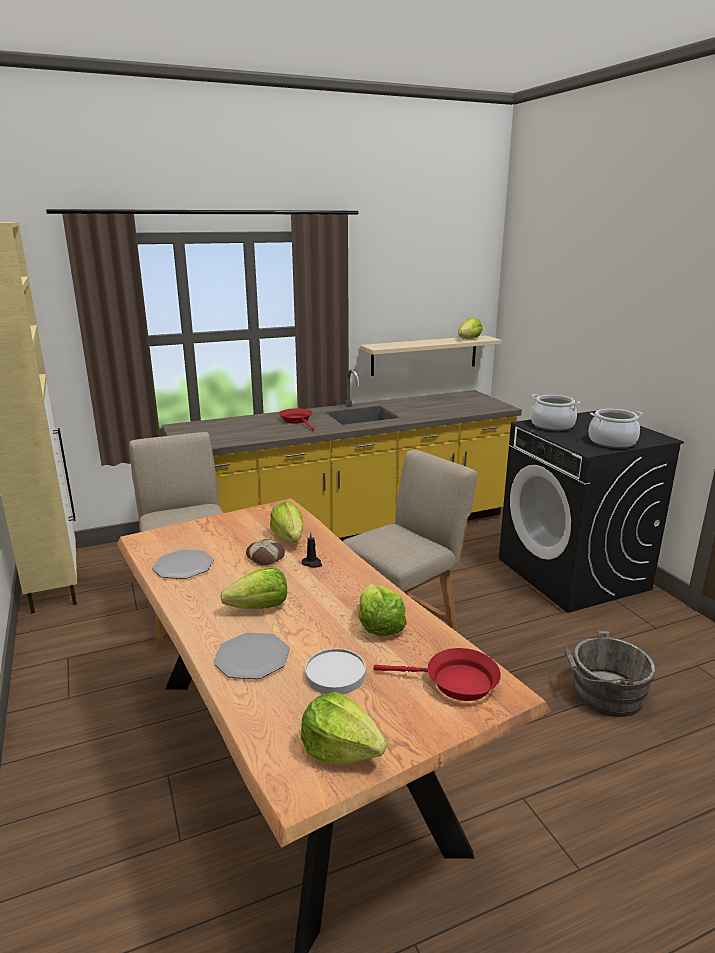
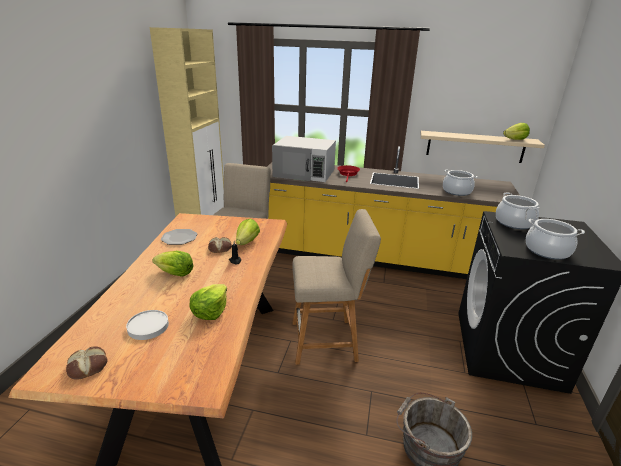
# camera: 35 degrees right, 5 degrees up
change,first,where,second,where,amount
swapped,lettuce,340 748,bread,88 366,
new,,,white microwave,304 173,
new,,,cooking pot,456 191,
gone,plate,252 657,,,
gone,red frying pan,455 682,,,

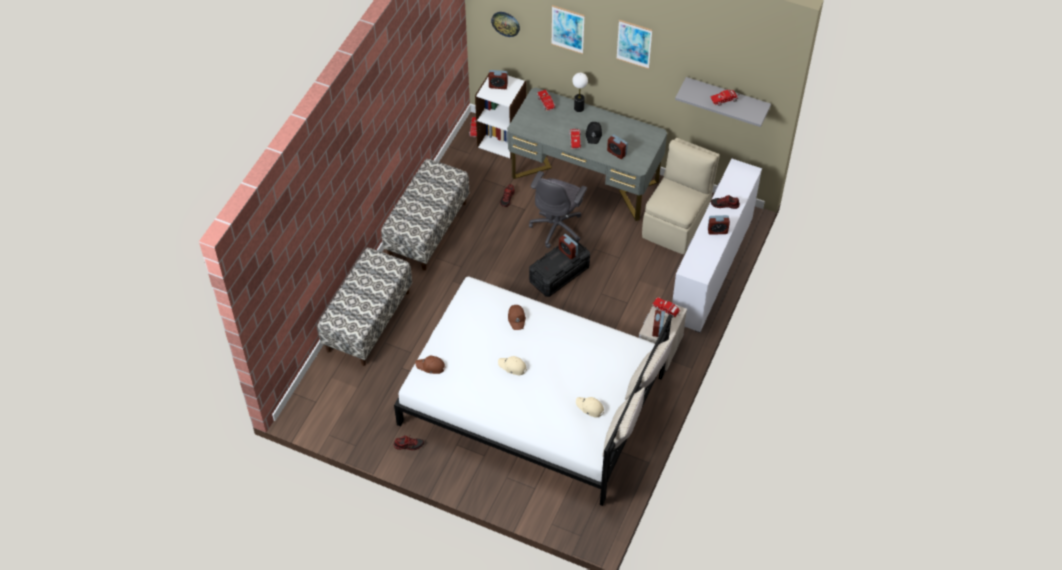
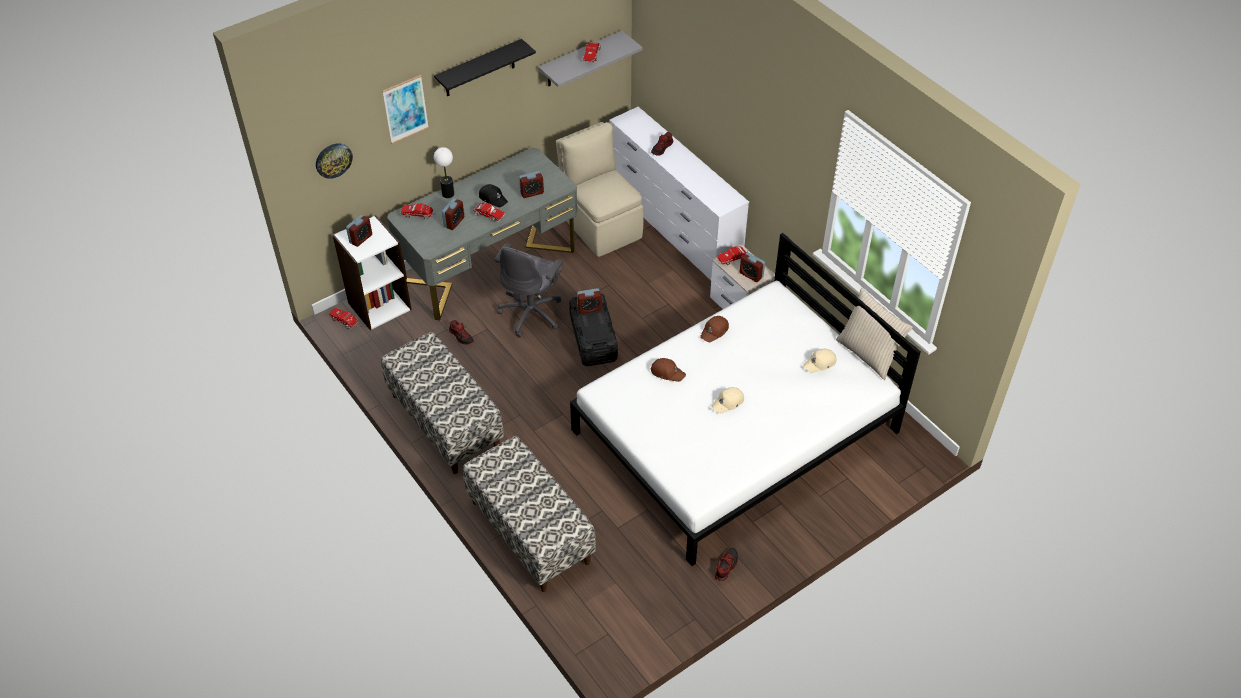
# camera: 60 degrees left, 5 degrees down
change,first,where,second,where,amount
swapped,picture,634 44,black shelf,479 69,
shifted,alarm clock,717 231,,454 222,
rotated,grey office chair,557 227,,532 313,60 degrees clockwise
shifted,brown cap,431 366,,714 331,
gone,beige pillow,647 383,,,

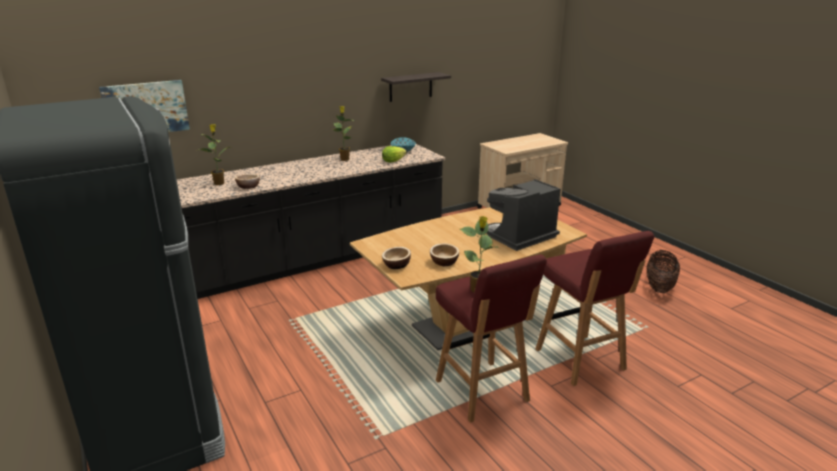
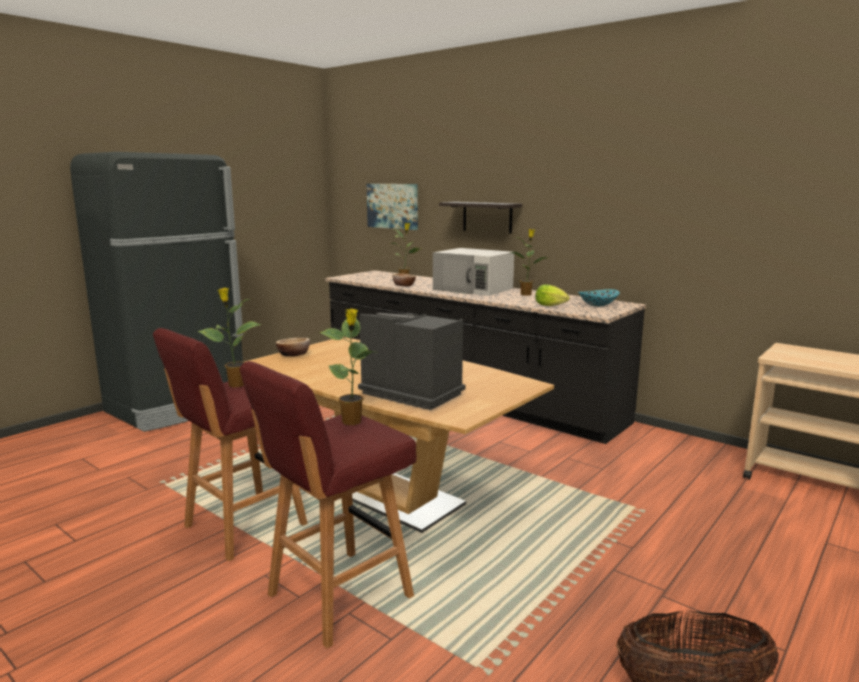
# camera: 70 degrees right, 10 degrees down
change,first,where,second,where,amount
new,,,potted plant,352 422,
new,,,white microwave,473 289,
shifted,shelf,410 87,,487 217,
gone,bowl,444 262,,,

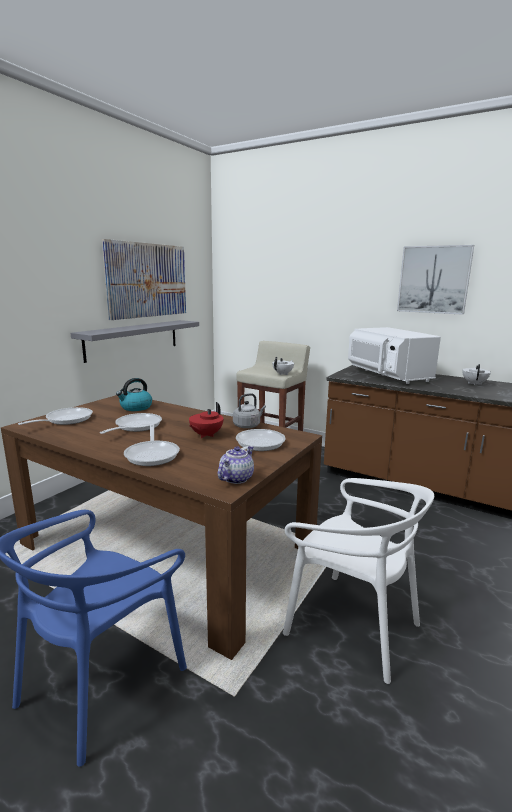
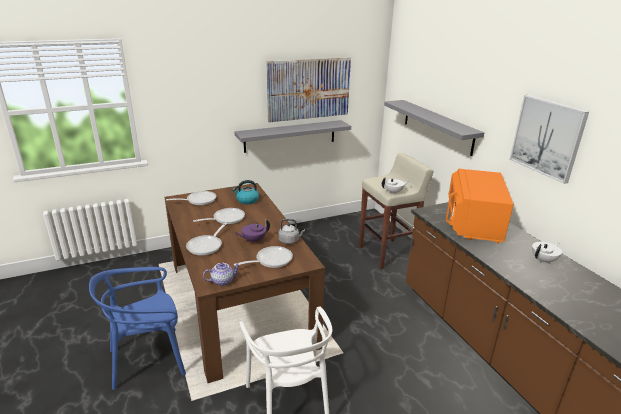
# camera: 35 degrees right, 10 degrees up
change,first,where,second,where,amount
repainted,red teapot,205 435,purple teapot,253 240,
new,,,grey shelf,437 126,
repainted,white microwave,388 375,orange microwave,472 223,

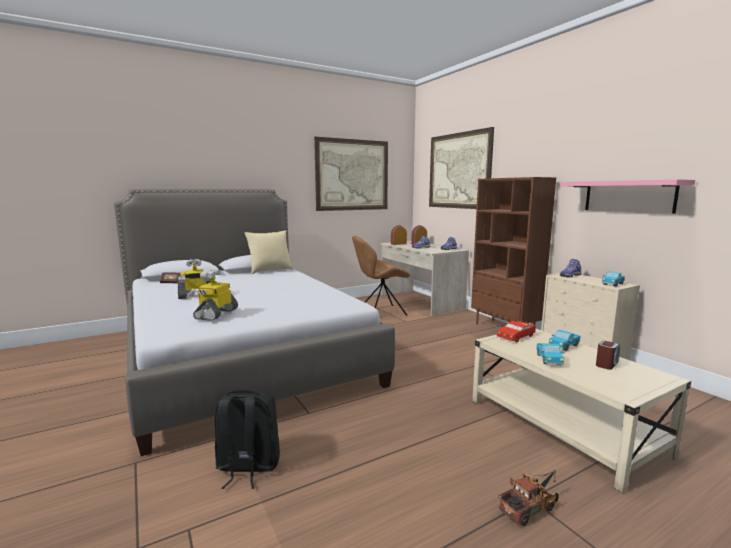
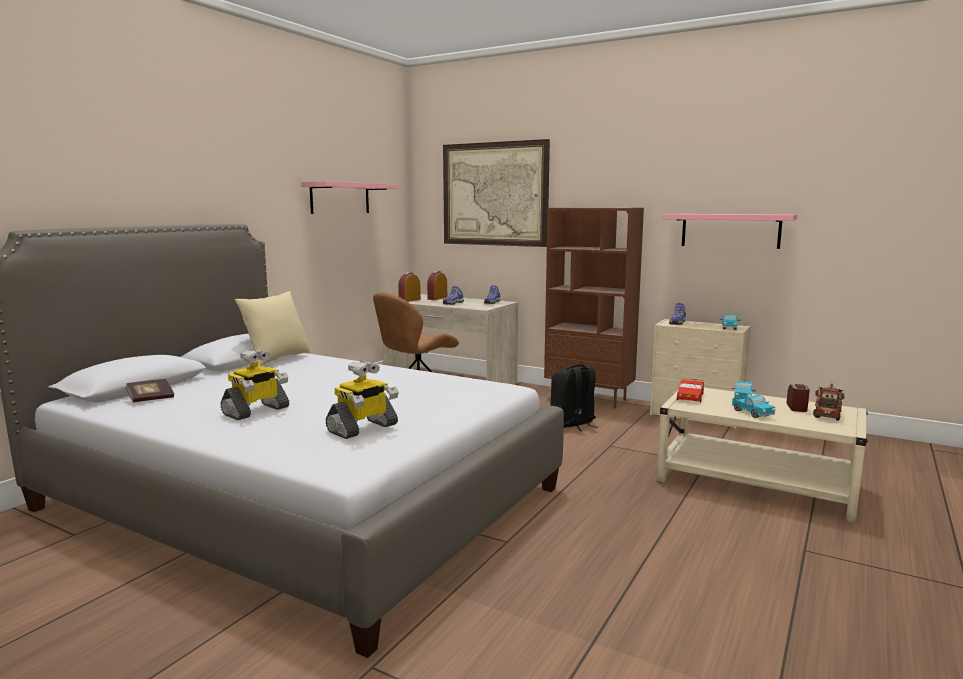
# camera: 30 degrees left, 0 degrees up
change,first,where,second,where,amount
swapped,picture,352 175,pink shelf,340 198,
rotated,toy robot,216 314,,363 428,120 degrees counterclockwise
shifted,black backpack,247 467,,573 424,
shifted,toy truck,531 507,,828 413,

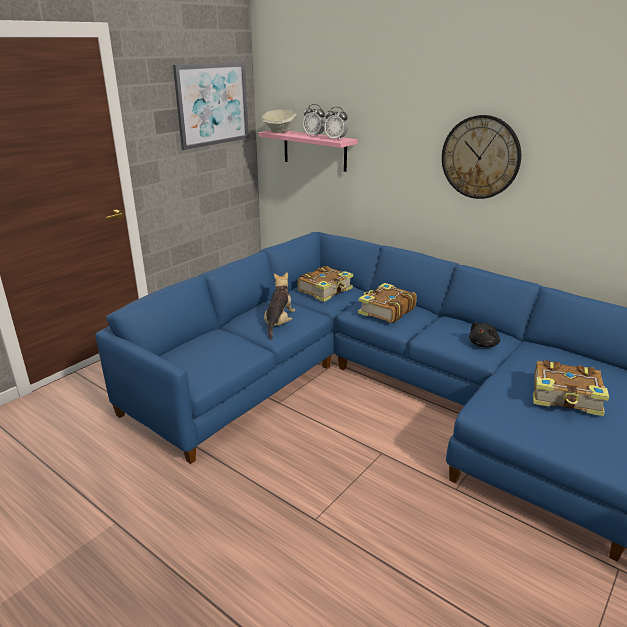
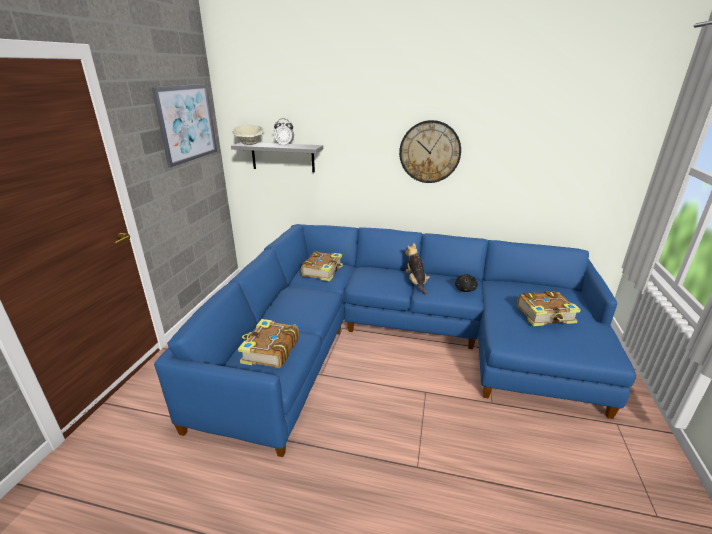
# camera: 25 degrees left, 0 degrees up
change,first,where,second,where,amount
repainted,pink shelf,314 150,grey shelf,282 157,
shifted,book,386 311,,269 351,
shifted,plush toy,279 324,,416 283,
gone,alarm clock,336 139,,,

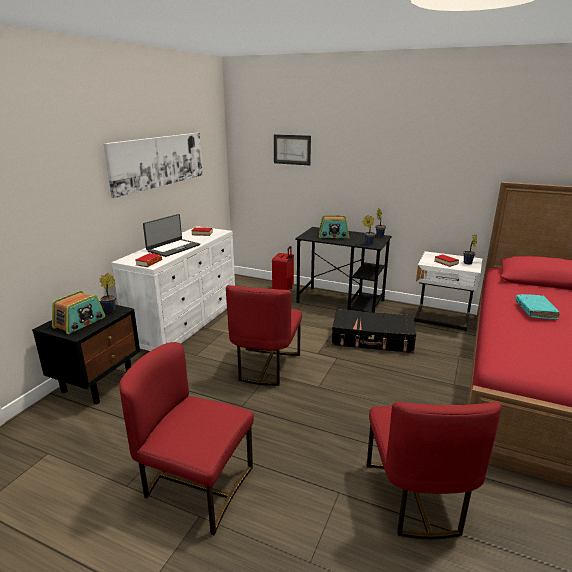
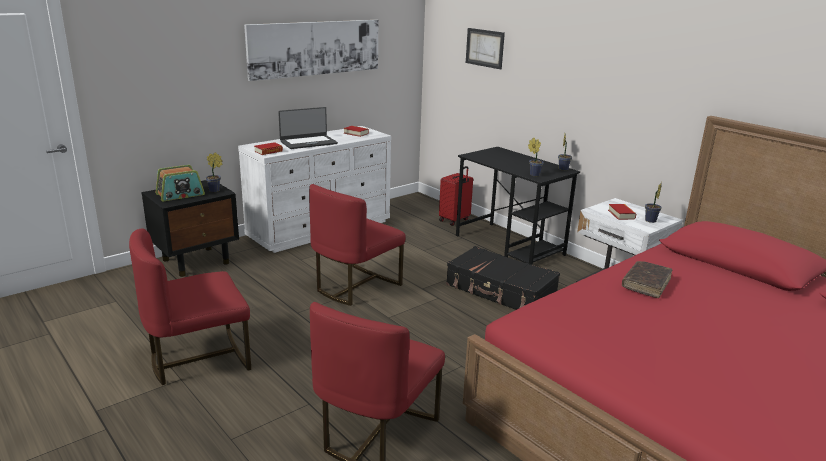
# camera: 25 degrees right, 0 degrees up
change,first,where,second,where,amount
rotated,red chair,196 486,,198 359,75 degrees counterclockwise
repainted,turquoise book,535 311,brown book,646 284,
gone,radio,333 235,,,

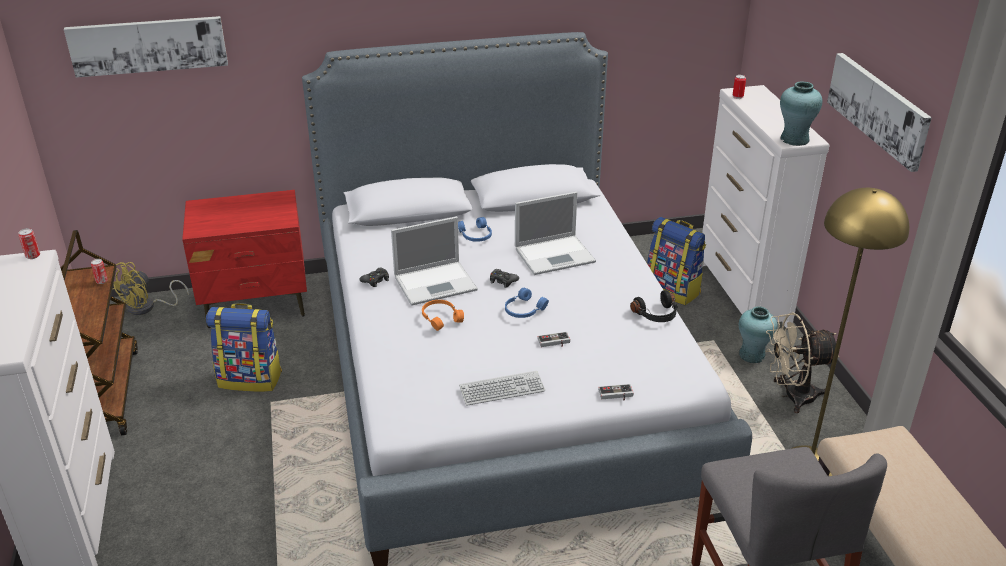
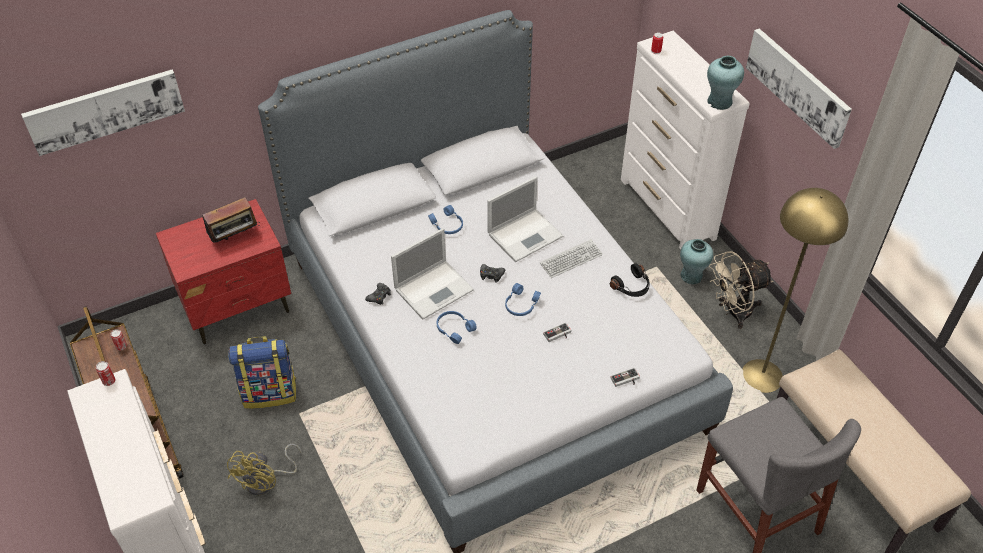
# camera: 15 degrees left, 15 degrees up
change,first,where,second,where,amount
new,,,radio,235 238,
shifted,yellow fan,147 307,,266 481,
repainted,orange headphones,441 318,blue headphones,454 328,
shifted,keyboard,502 389,,571 259,
gone,backpack,673 290,,,

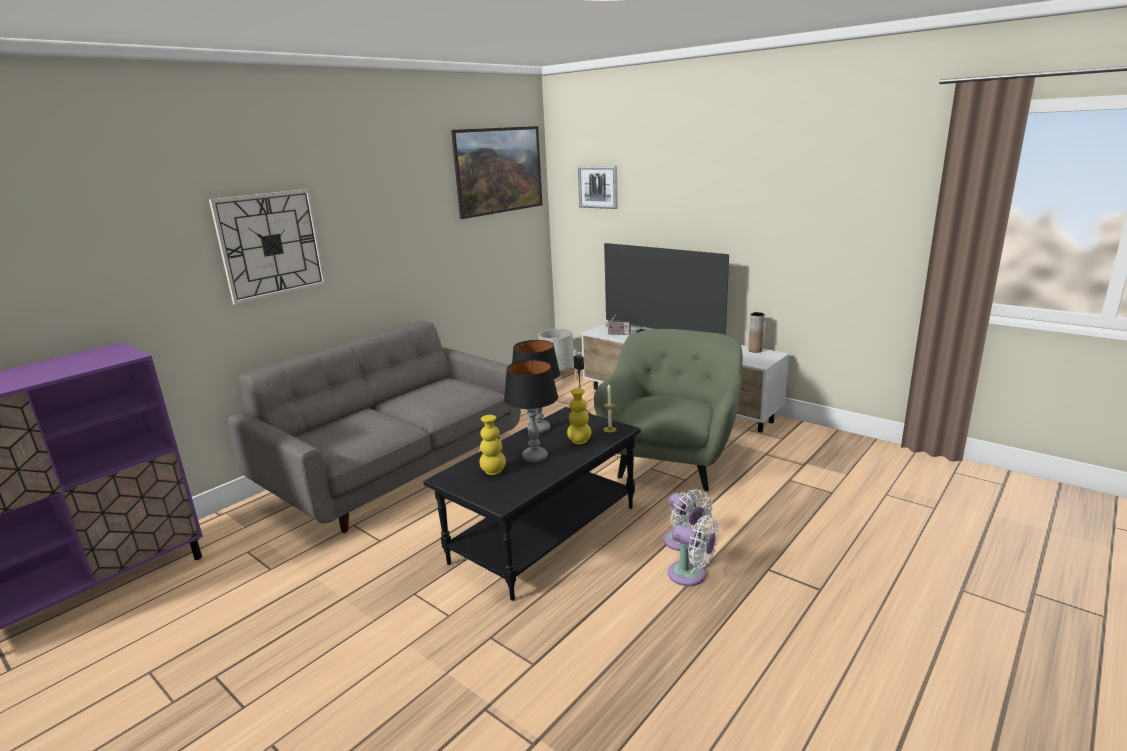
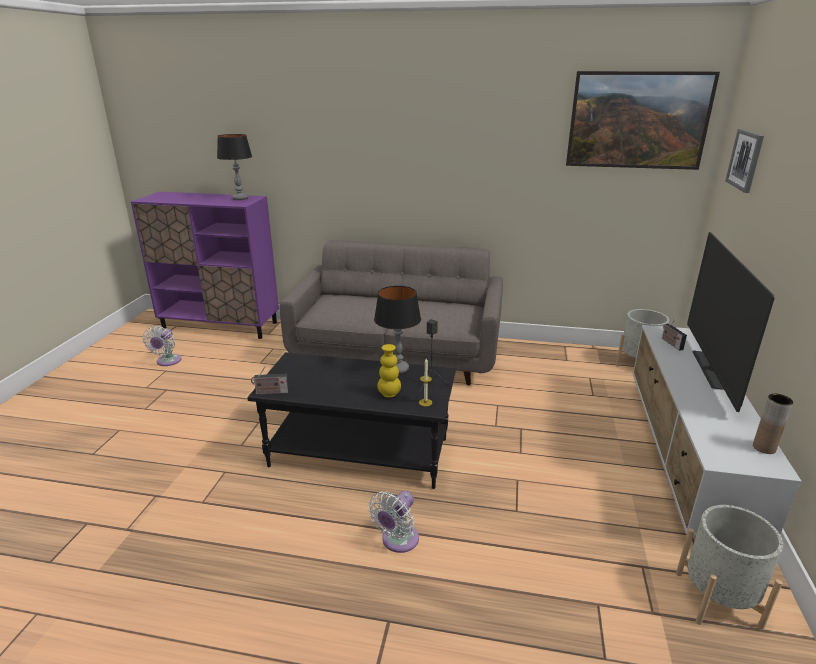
# camera: 60 degrees right, 5 degrees up
change,first,where,second,where,amount
shifted,white fan,691 575,,167 362,
shifted,table lamp,535 457,,240 198,
new,,,radio,270 392,
new,,,grey planter,717 599,
gone,wall clock,271 245,,,
gone,yellow vase,493 471,,,
gone,green armchair,672 461,,,

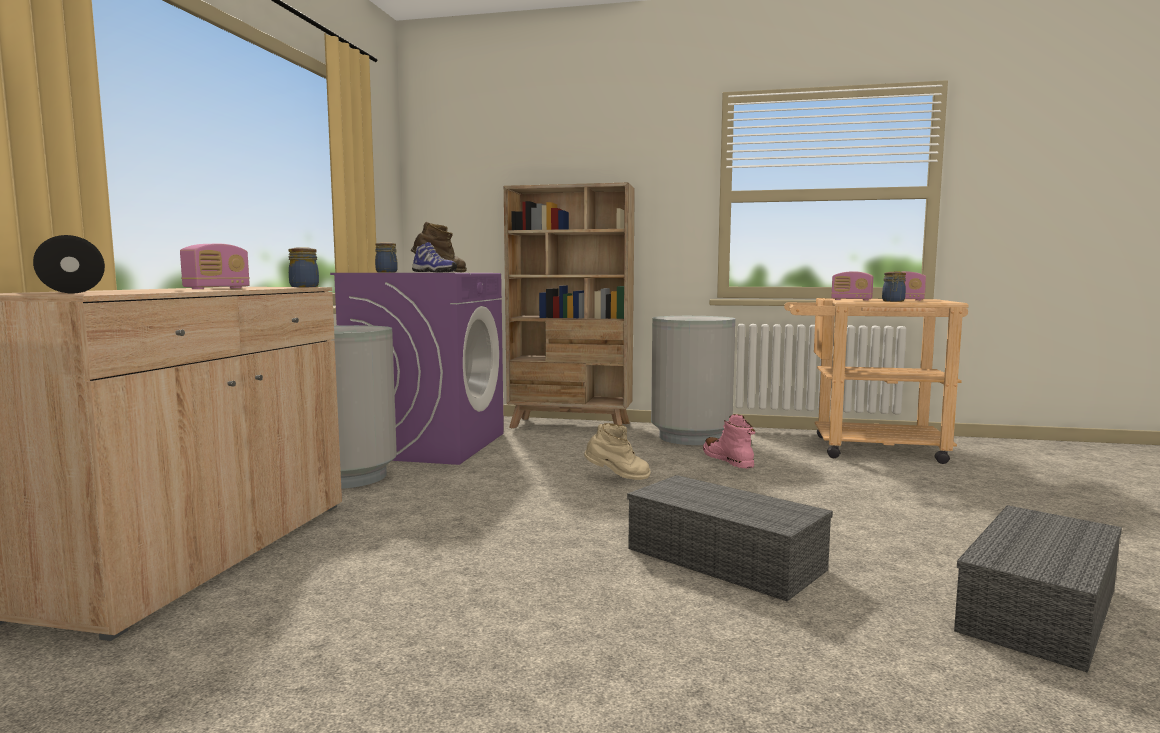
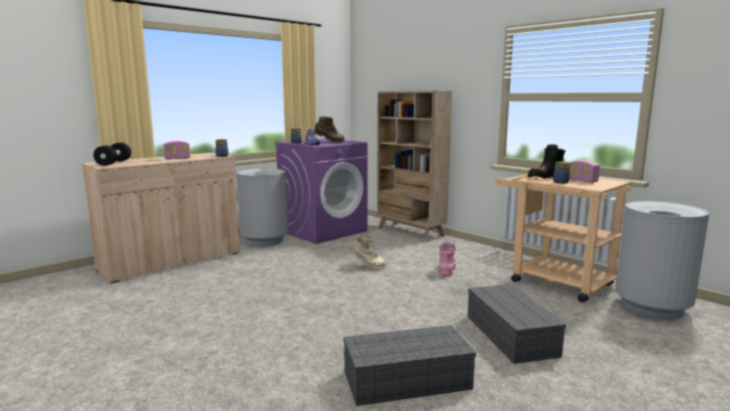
# camera: 35 degrees right, 5 degrees up
change,first,where,second,where,amount
shifted,grey storage box,728 559,,512 336,
swapped,radio,851 300,black boot,546 177,
shifted,grey trash can,690 437,,651 307,

